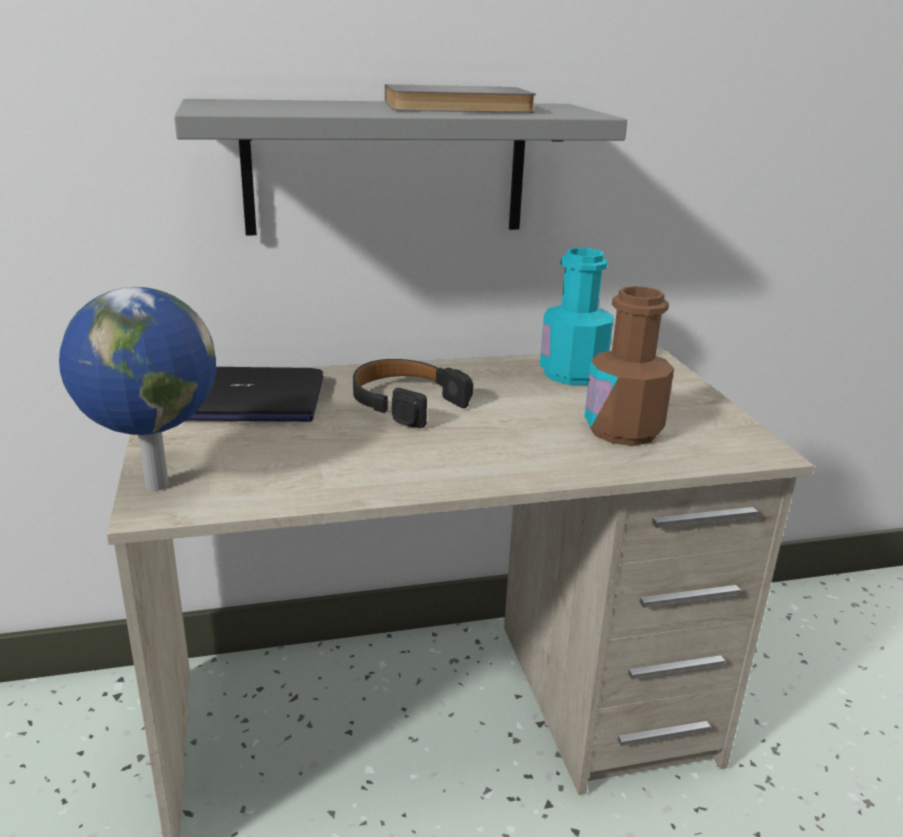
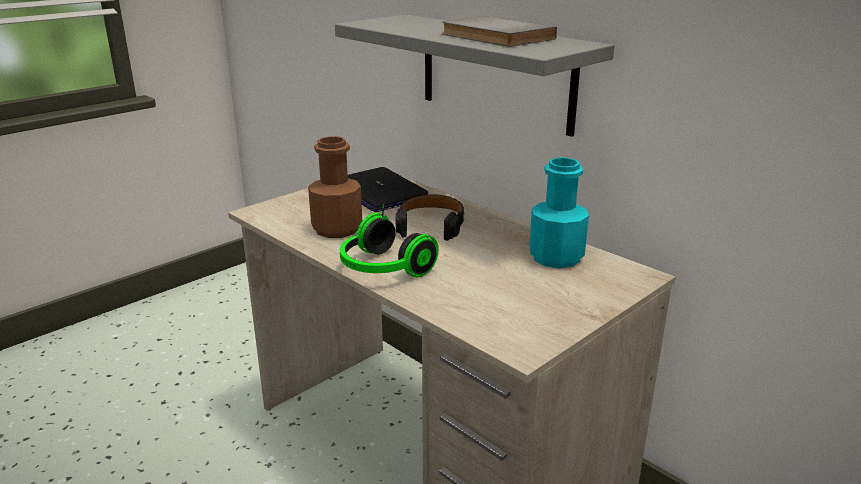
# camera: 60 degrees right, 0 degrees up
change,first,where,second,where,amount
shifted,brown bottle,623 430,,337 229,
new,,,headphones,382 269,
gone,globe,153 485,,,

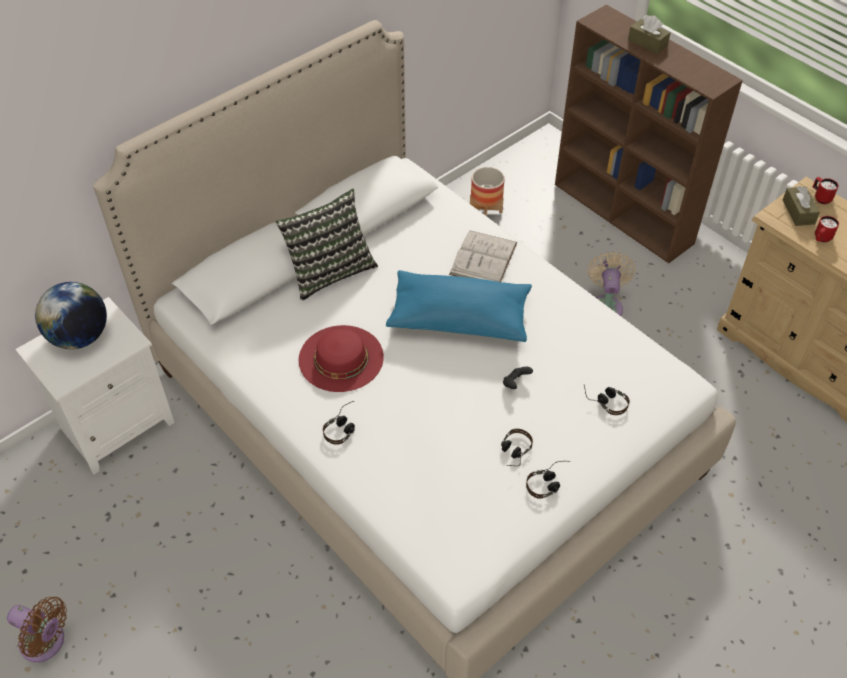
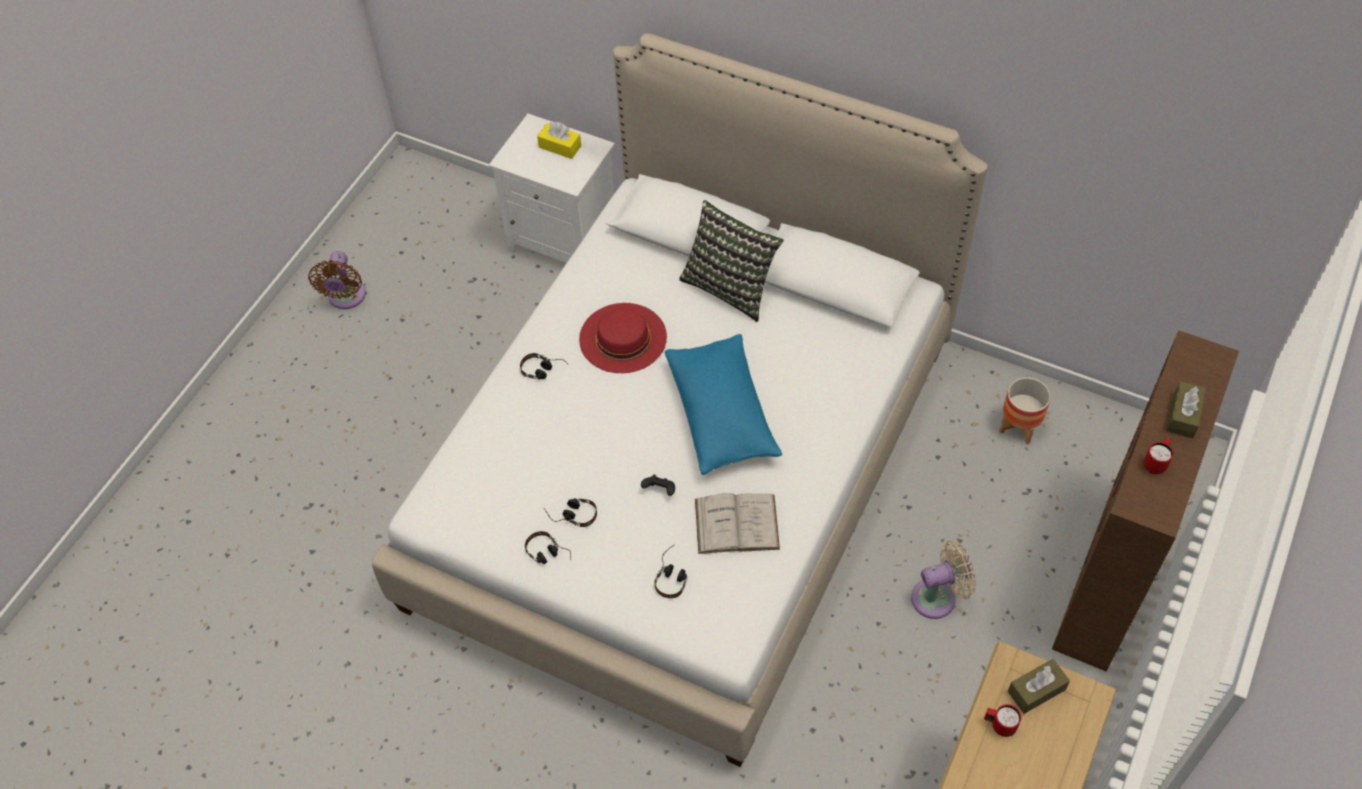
# camera: 70 degrees right, 5 degrees up
change,first,where,second,where,amount
swapped,globe,80 337,yellow tissue box,560 146,
shifted,white book,483 258,,736 524,
shifted,red mug,820 198,,1156 463,

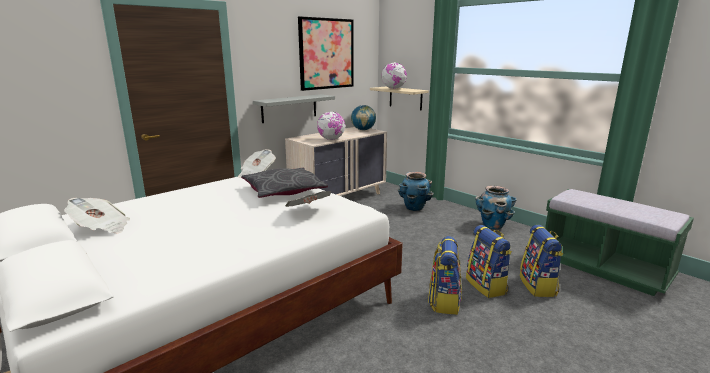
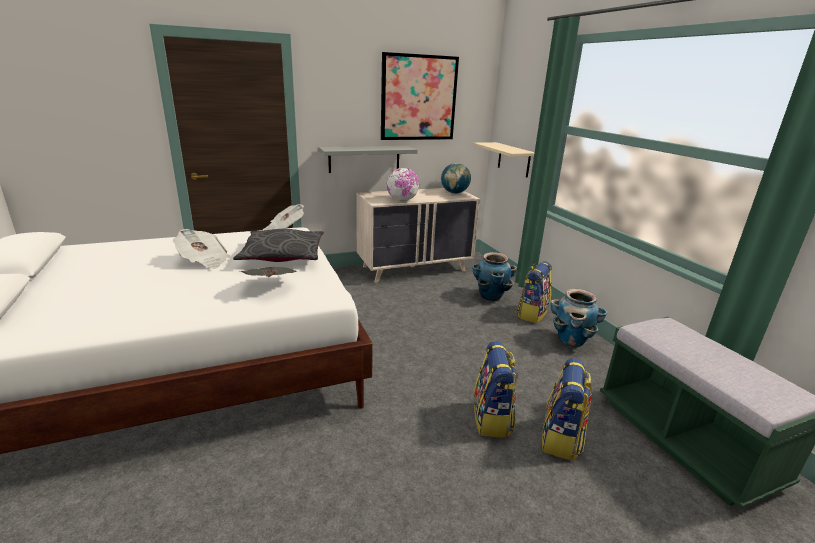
# camera: 20 degrees right, 5 degrees up
change,first,where,second,where,amount
shifted,newspaper,101 228,,204 261,
shifted,backpack,444 301,,532 313,
gone,globe,393 88,,,

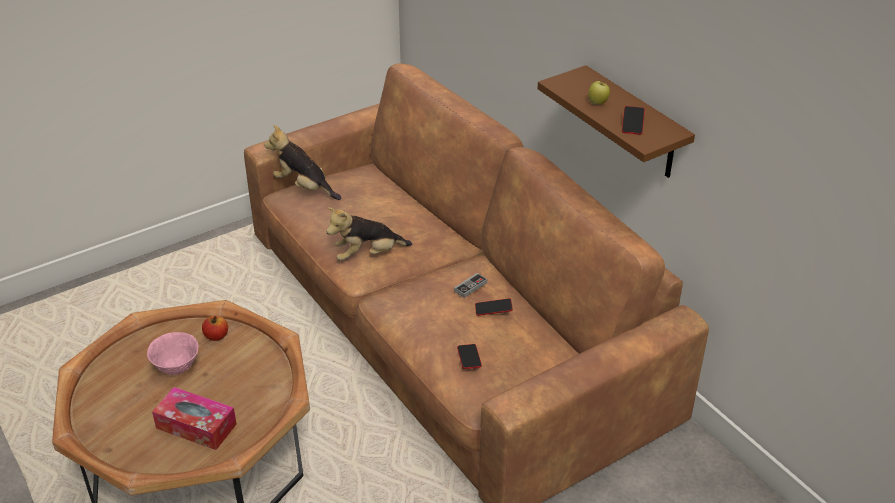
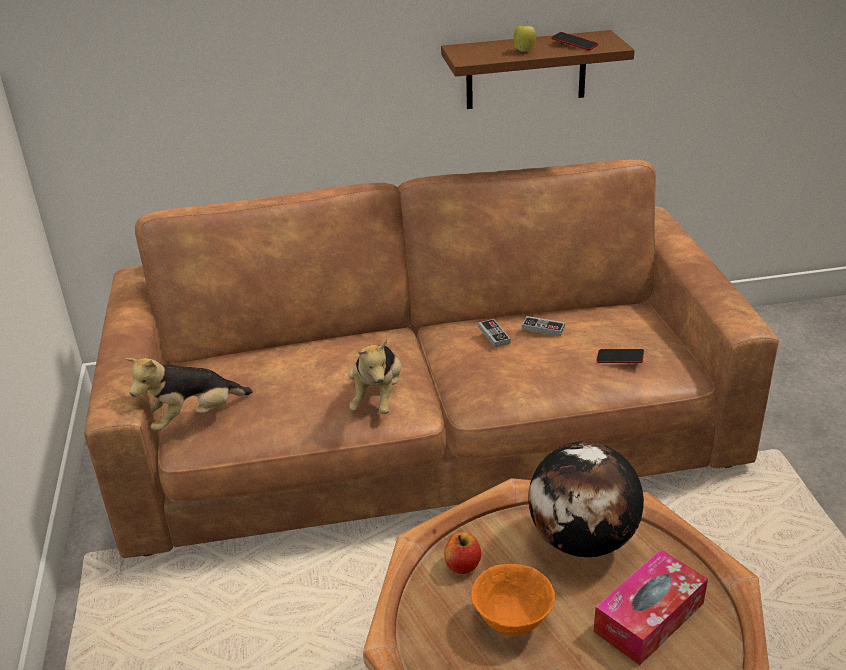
# camera: 65 degrees left, 5 degrees down
change,first,where,second,where,amount
repainted,pink bowl,177 367,orange bowl,512 620,
swapped,phone,493 309,game controller,543 328,
new,,,globe,582 541,

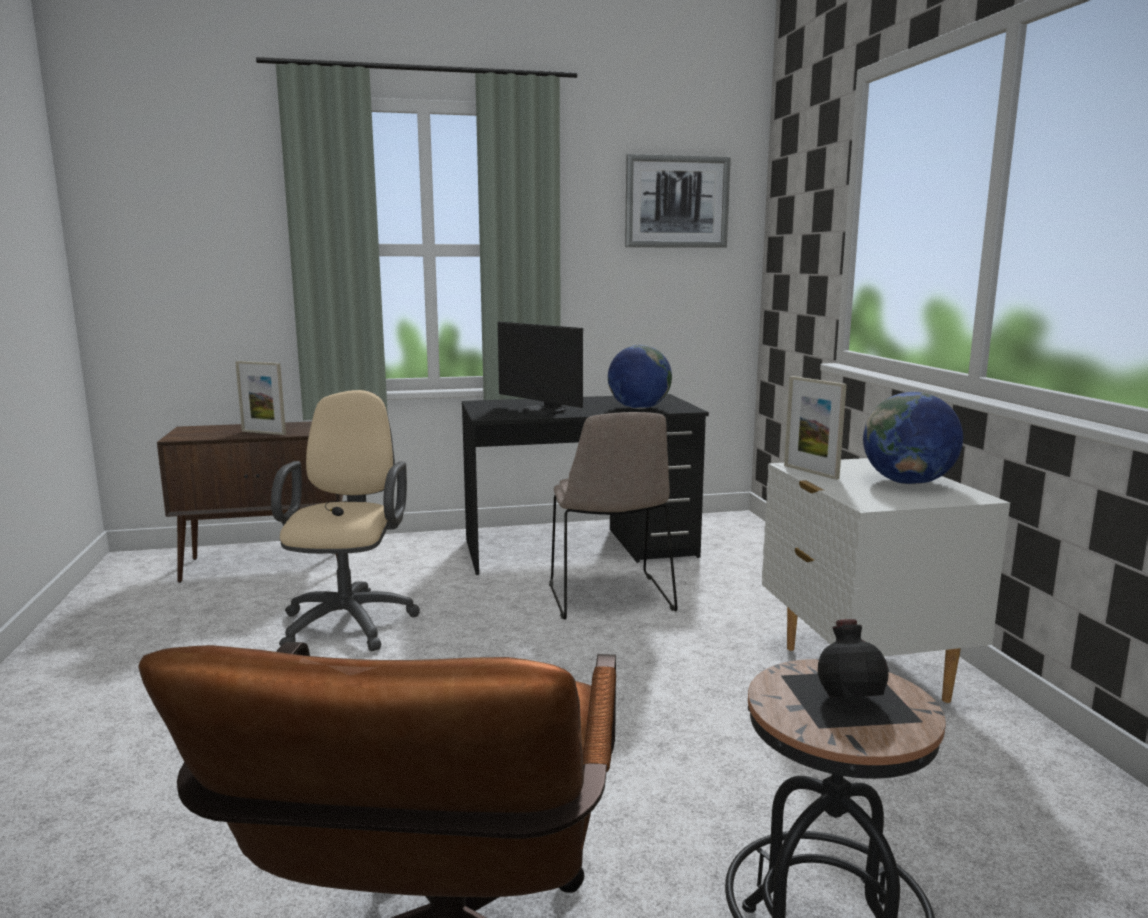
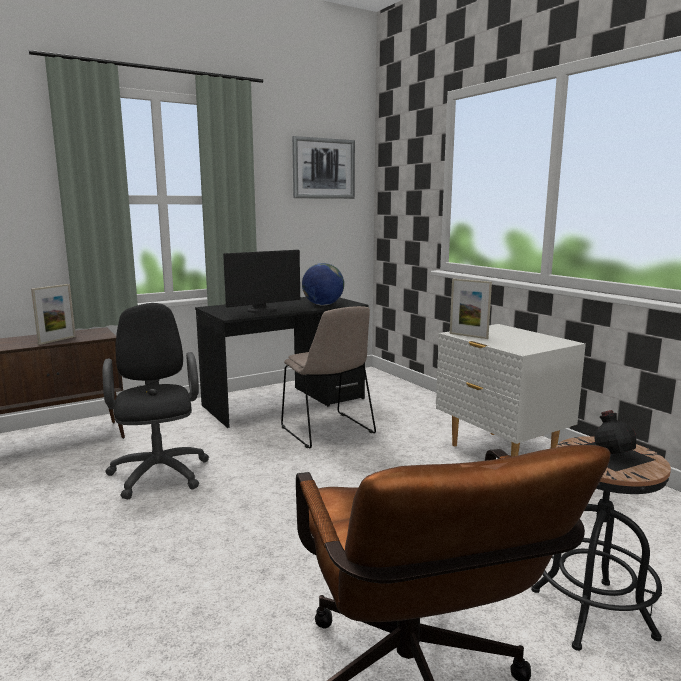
# camera: 20 degrees left, 0 degrees up
change,first,where,second,where,amount
rotated,picture frame,263 433,,57 340,60 degrees counterclockwise
repainted,beige office chair,350 620,black office chair,159 471,
rotated,monitor,542 411,,263 310,60 degrees counterclockwise
gone,globe,907 482,,,

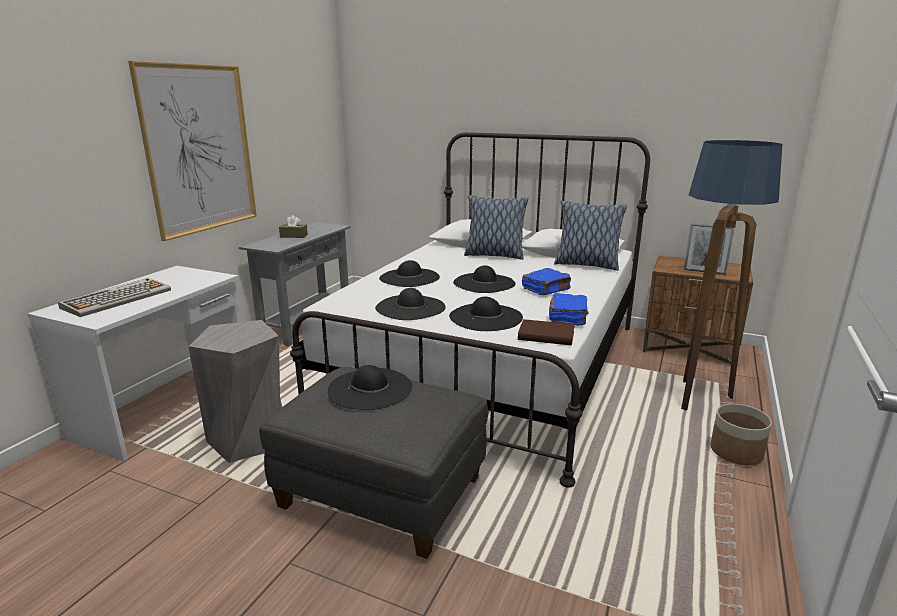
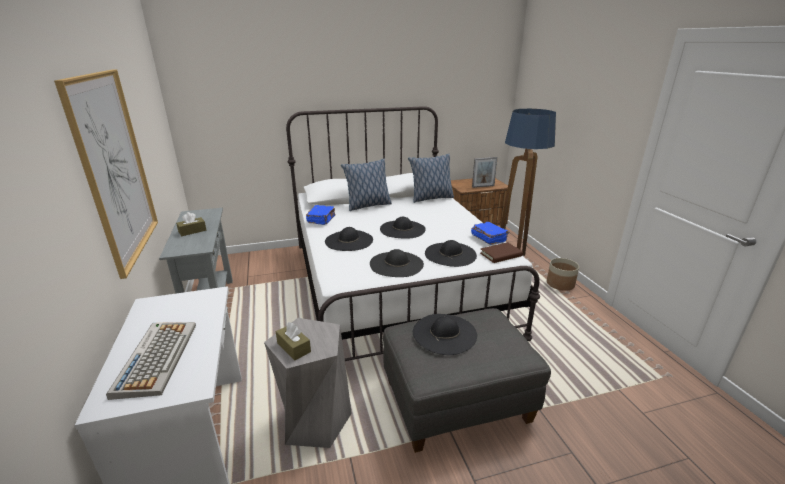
# camera: 40 degrees left, 5 degrees up
change,first,where,second,where,amount
new,,,brown tissue box,294 347,
shifted,blue book,546 290,,321 220,

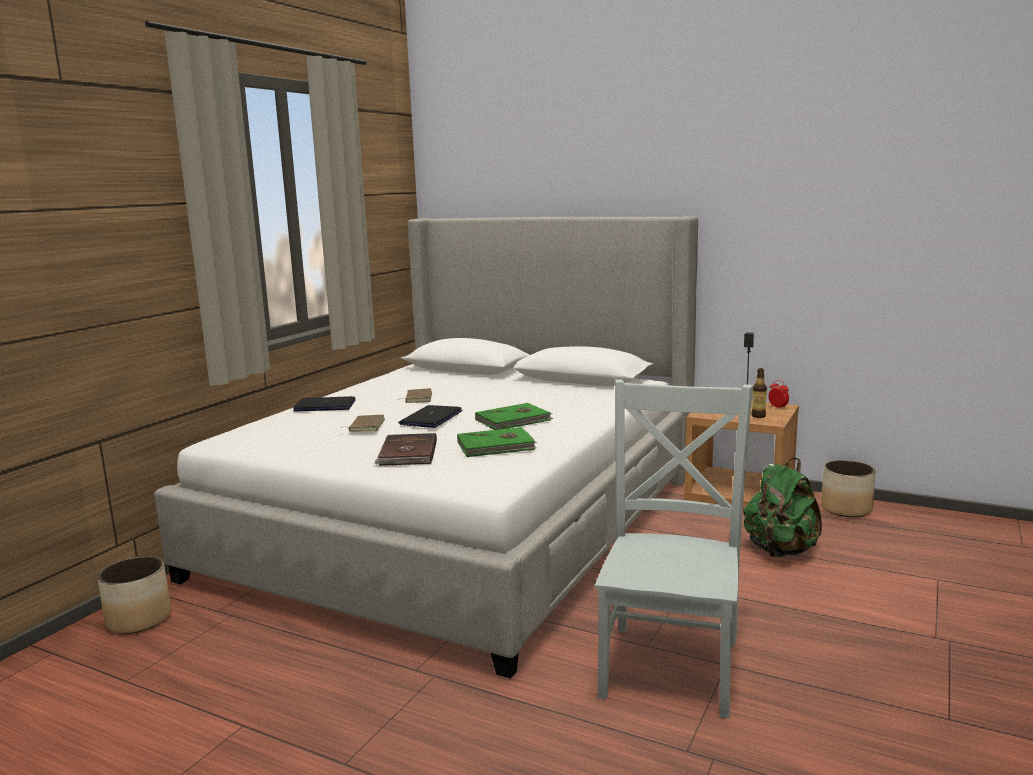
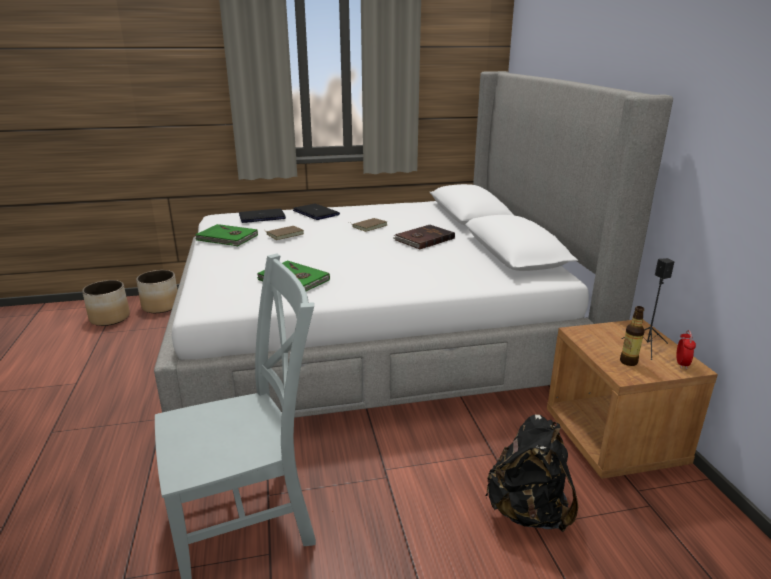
# camera: 50 degrees right, 10 degrees up
change,first,where,second,where,amount
shifted,planter,846 509,,109 318,
shifted,green book,514 420,,227 238,
shifted,laptop,431 418,,262 217,
shifted,brown book,407 453,,423 239,
repainted,green backpack,780 551,black backpack,528 511,

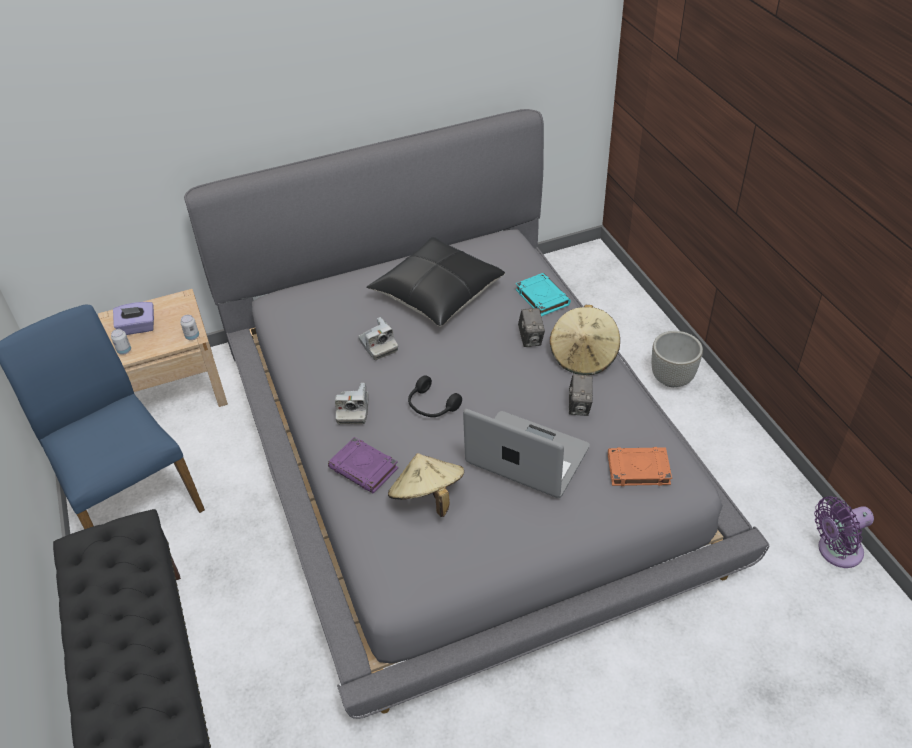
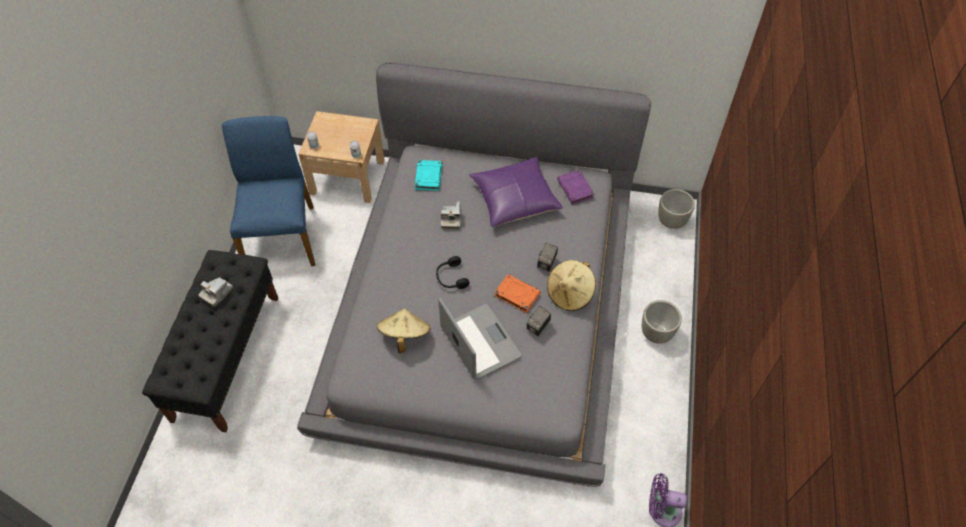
# camera: 30 degrees right, 10 degrees up
change,first,where,second,where,amount
shifted,photo camera,353 410,,217 293,
shifted,turquoise book,541 297,,428 177,
repainted,black pillow,437 293,purple pillow,514 199,
shifted,orange book,637 469,,516 295,
shifted,purple book,364 468,,575 189,
new,,,grey planter,671 221,
gone,purple tissue box,138 328,,,

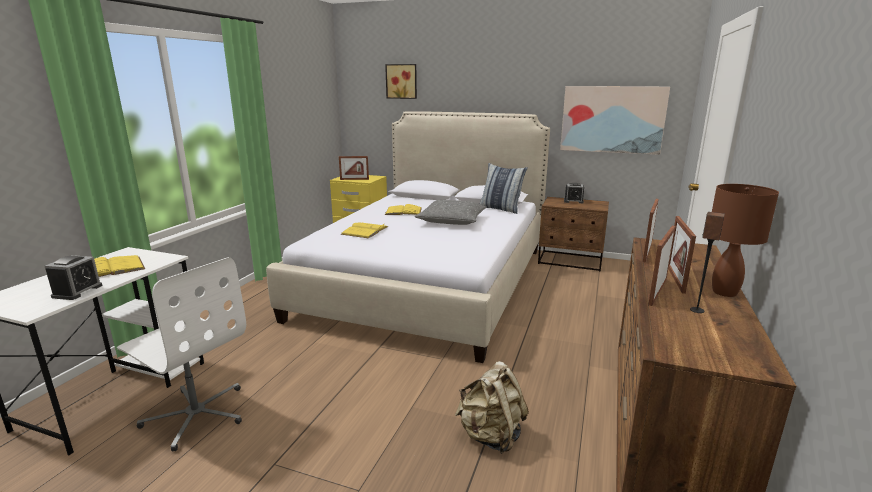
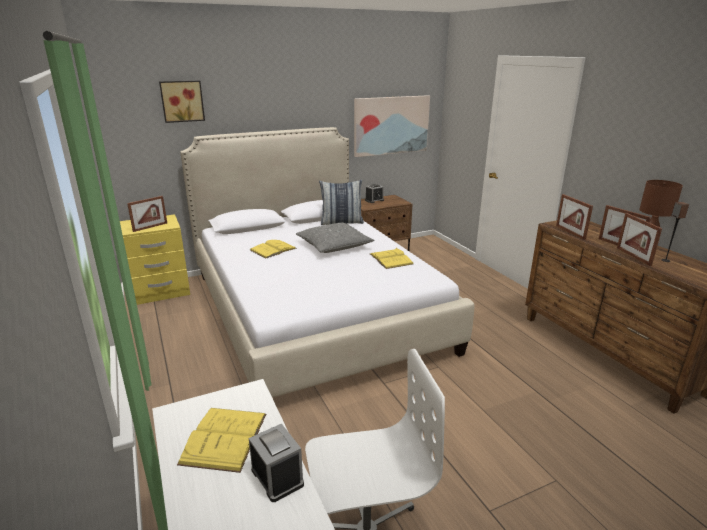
# camera: 45 degrees left, 5 degrees up
change,first,where,second,where,amount
shifted,yellow book,365 230,,391 259,
gone,beige backpack,491 435,,,

